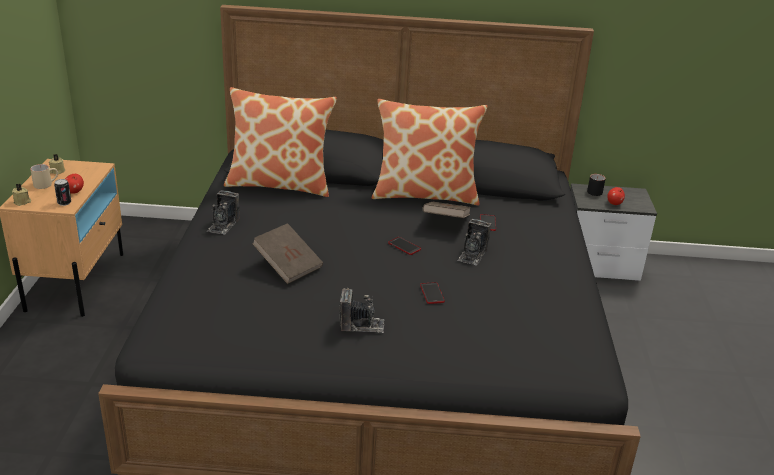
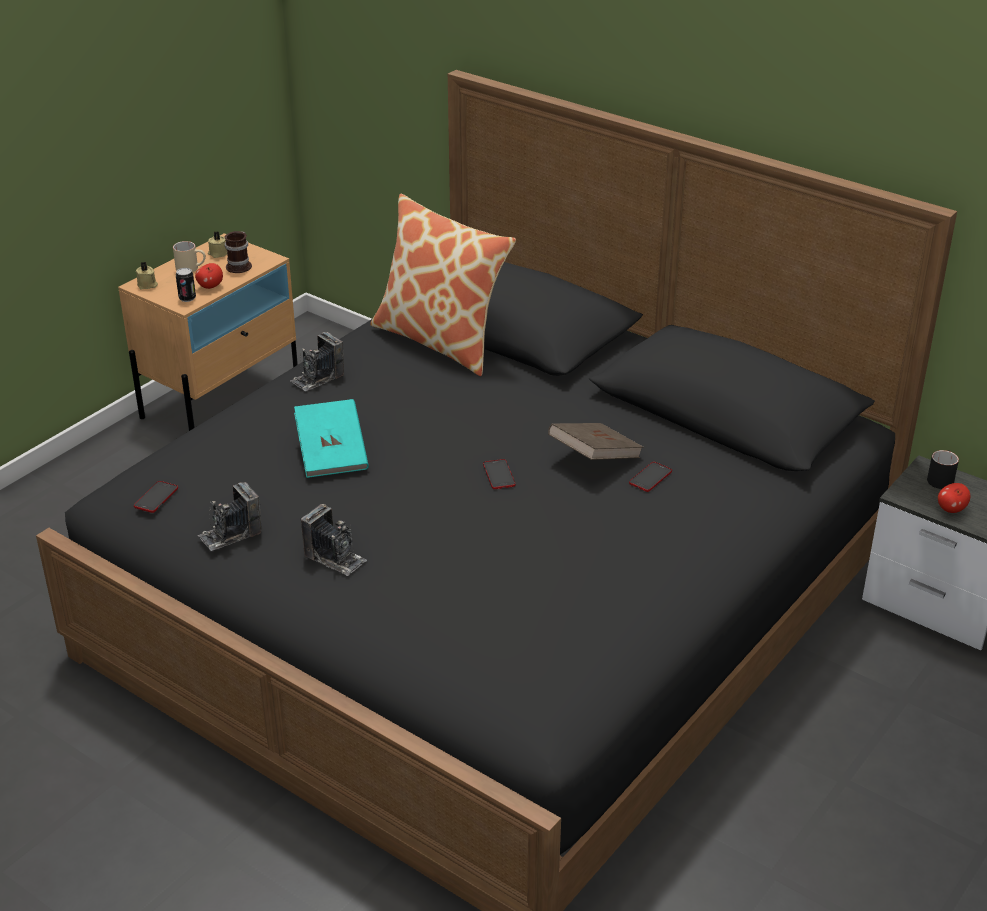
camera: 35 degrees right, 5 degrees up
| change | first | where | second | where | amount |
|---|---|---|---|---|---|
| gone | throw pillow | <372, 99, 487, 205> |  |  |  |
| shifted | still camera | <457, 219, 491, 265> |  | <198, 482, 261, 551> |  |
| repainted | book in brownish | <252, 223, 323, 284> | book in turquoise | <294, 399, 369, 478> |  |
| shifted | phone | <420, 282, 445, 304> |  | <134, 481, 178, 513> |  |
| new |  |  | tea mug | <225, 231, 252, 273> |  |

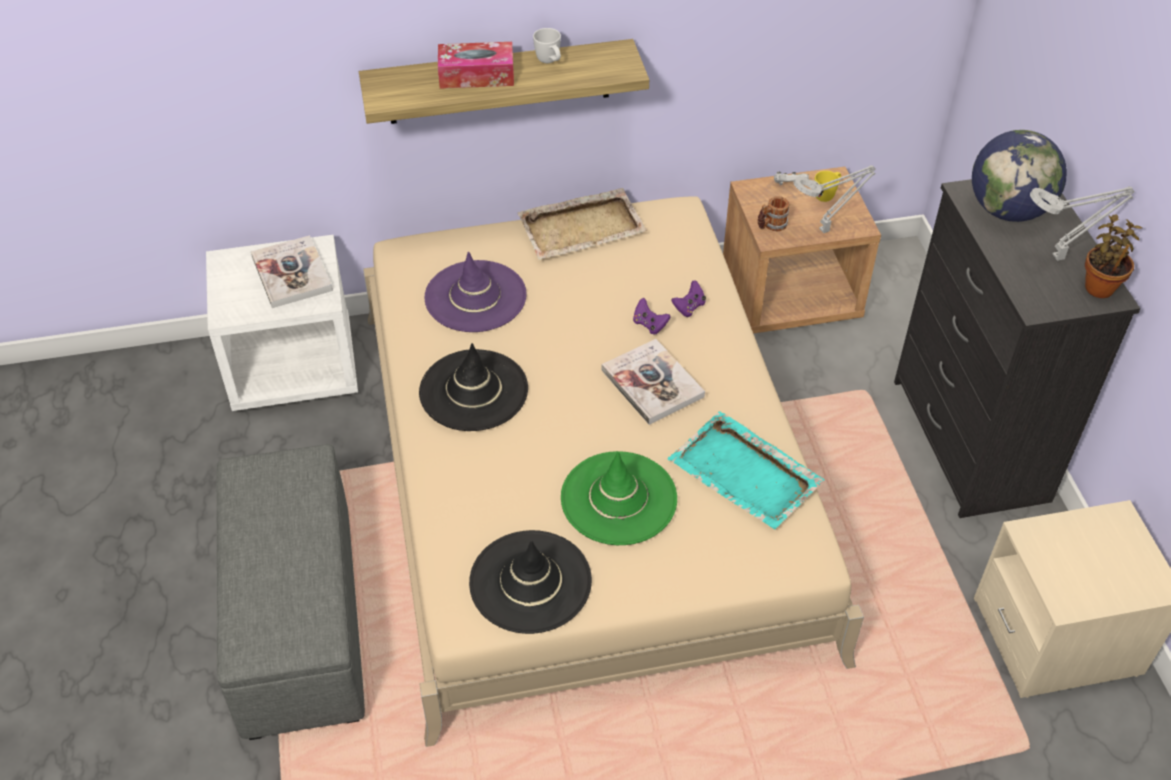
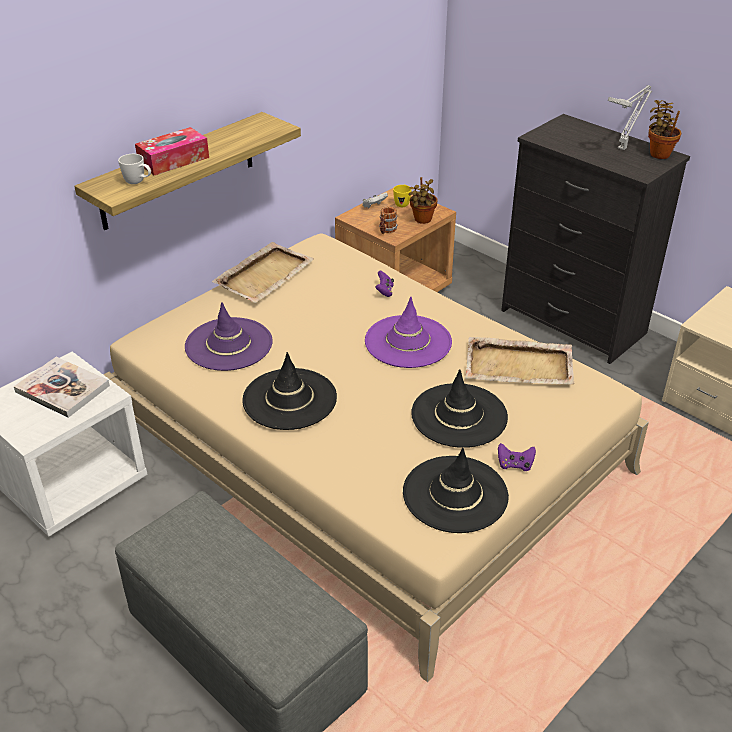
camera: 35 degrees left, 10 degrees down
| change | first | where | second | where | amount |
|---|---|---|---|---|---|
| shifted | tea mug in white | <533, 28, 561, 63> |  | <118, 154, 151, 184> |  |
| gone | world globe | <972, 130, 1067, 222> |  |  |  |
| swapped | table lamp in grey | <794, 165, 876, 233> | plant in a pot | <409, 177, 437, 224> |  |
| shifted | gamepad in purple | <633, 298, 671, 335> |  | <498, 443, 536, 471> |  |
| swapped | book | <601, 339, 705, 425> | wearable hat in purple | <365, 297, 452, 368> |  |
| repainted | carrying tray in turquoise | <668, 411, 825, 529> | carrying tray in sand-coloured | <465, 337, 574, 385> |  |
| repainted | wearable hat in green | <561, 451, 677, 545> | wearable hat in black | <411, 369, 508, 448> |  |

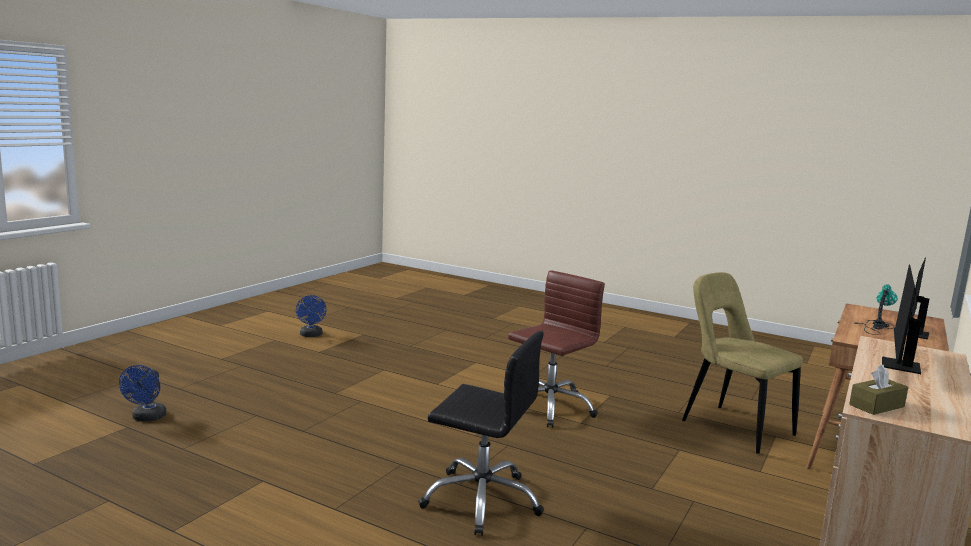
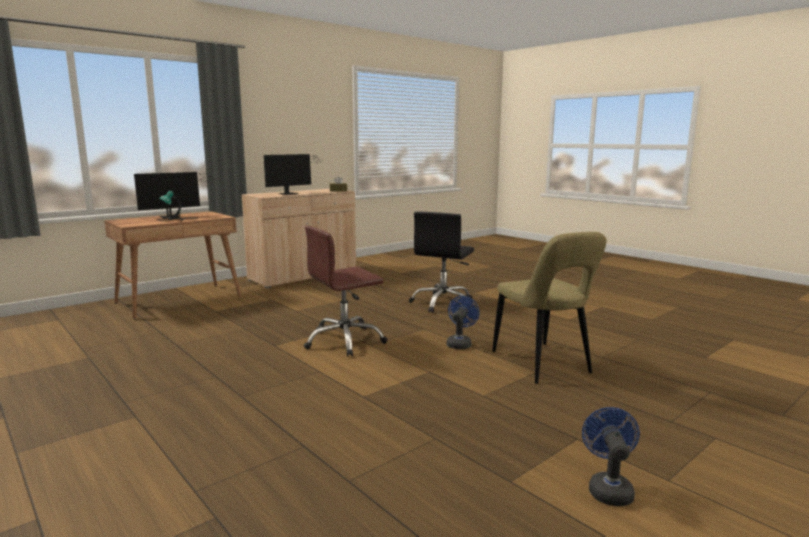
camera: 160 degrees left, 0 degrees up
| change | first | where | second | where | amount |
|---|---|---|---|---|---|
| shifted | upright chair in sand-coloured | <682, 272, 803, 454> |  | <492, 232, 607, 384> |  |
| rotated | computer chair in black | <418, 331, 544, 536> |  | <409, 212, 474, 313> | 105 degrees counterclockwise |
| shifted | cooling fan in blue-coloured | <119, 365, 166, 421> |  | <446, 296, 479, 349> |  |

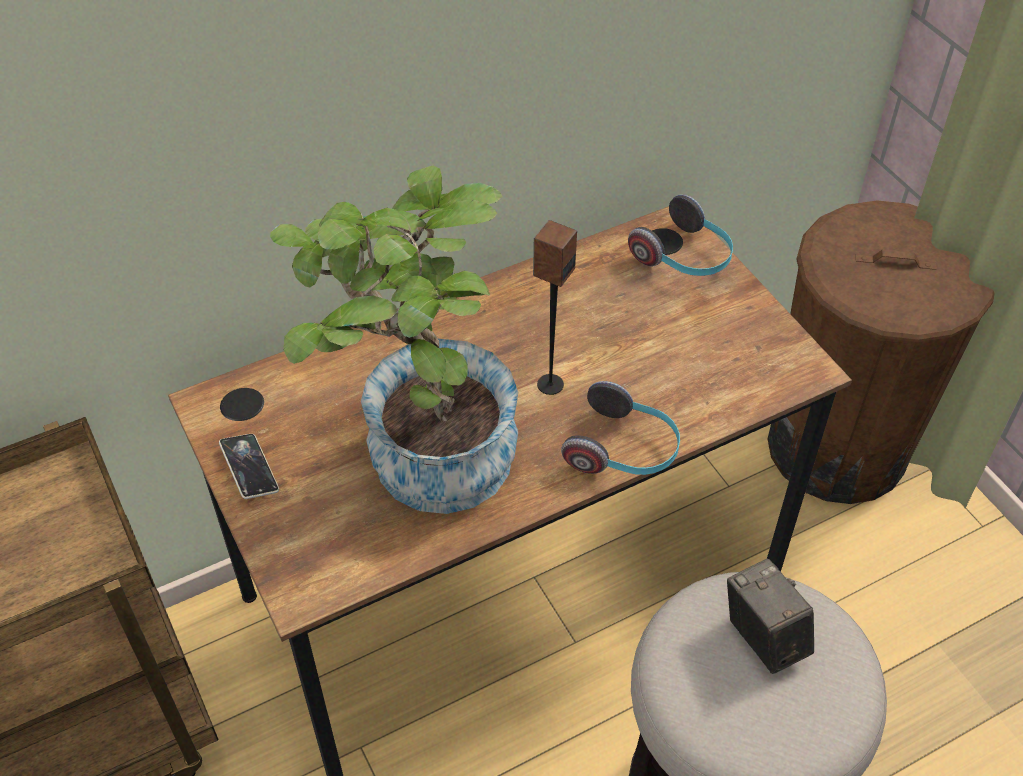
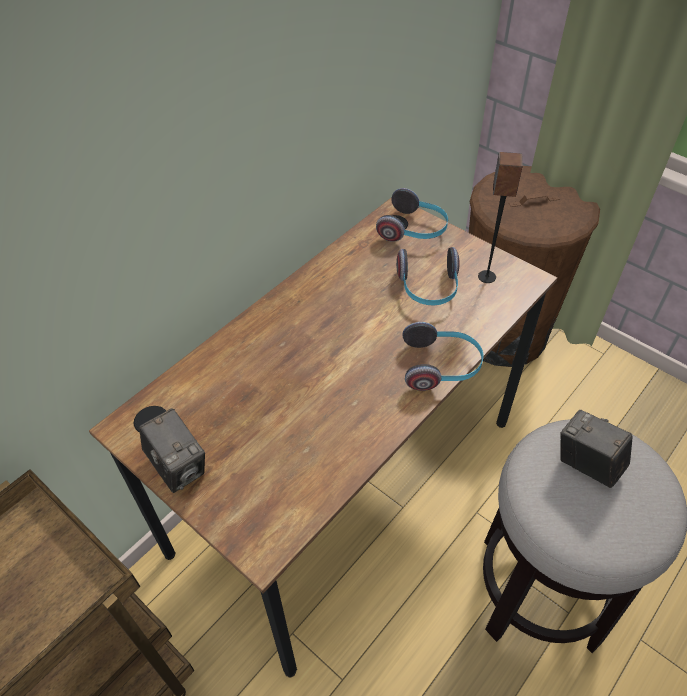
camera: 20 degrees left, 0 degrees up
| change | first | where | second | where | amount |
|---|---|---|---|---|---|
| gone | plant in a pot | <270, 165, 518, 514> |  |  |  |
| shifted | audio speaker | <533, 220, 577, 395> |  | <478, 152, 523, 283> |  |
| swapped | phone | <219, 434, 279, 499> | still camera | <139, 408, 205, 493> |  |
| new |  |  | headset | <396, 247, 460, 305> |  |

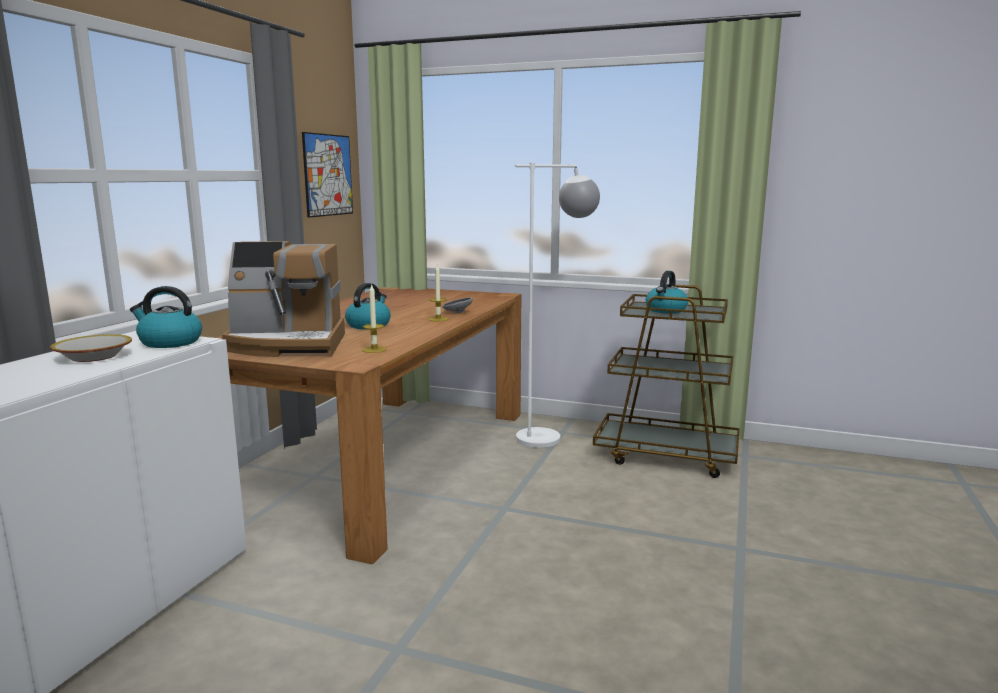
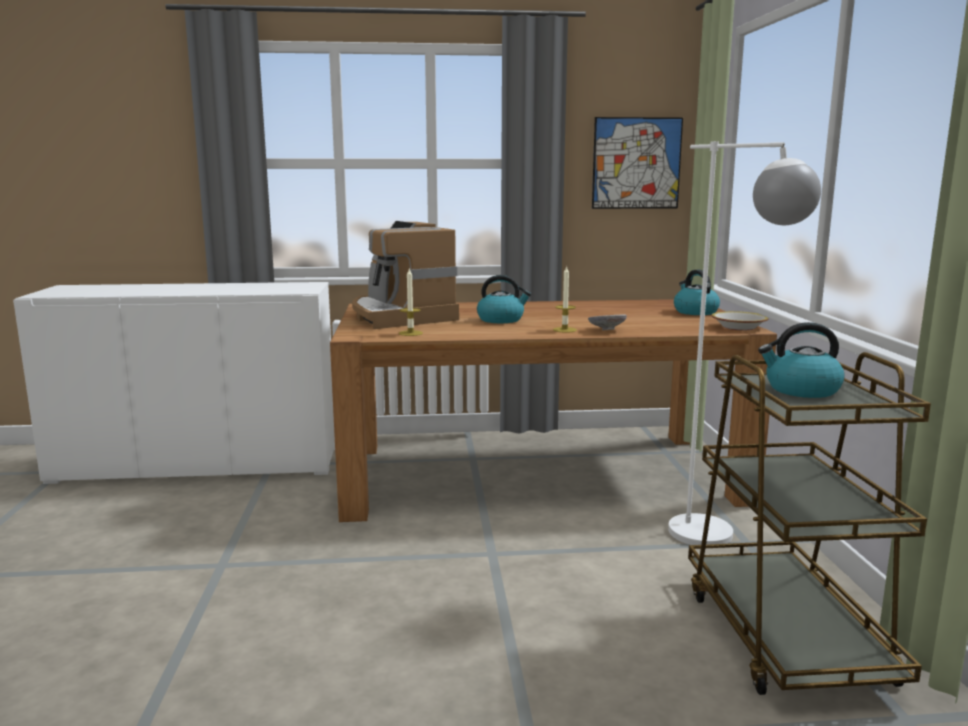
camera: 65 degrees right, 0 degrees up
| change | first | where | second | where | amount |
|---|---|---|---|---|---|
| shifted | water kettle | <130, 286, 202, 348> |  | <674, 270, 720, 315> |  |
| shifted | bowl | <50, 334, 132, 362> |  | <712, 311, 769, 330> |  |

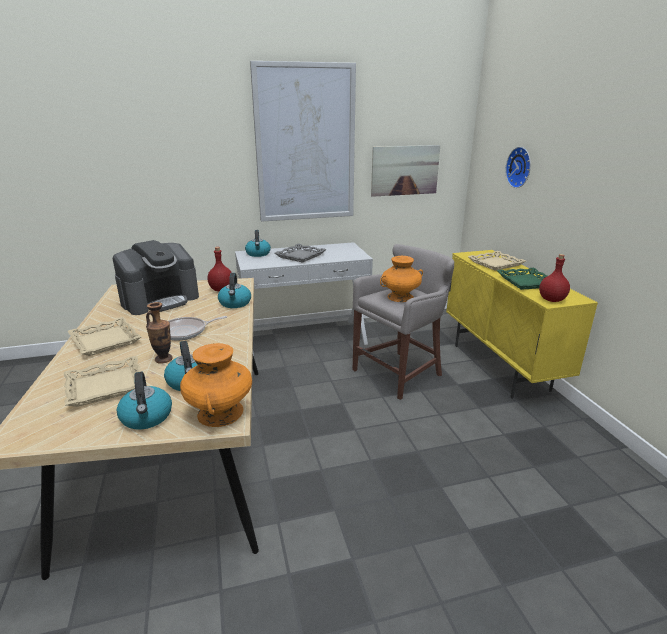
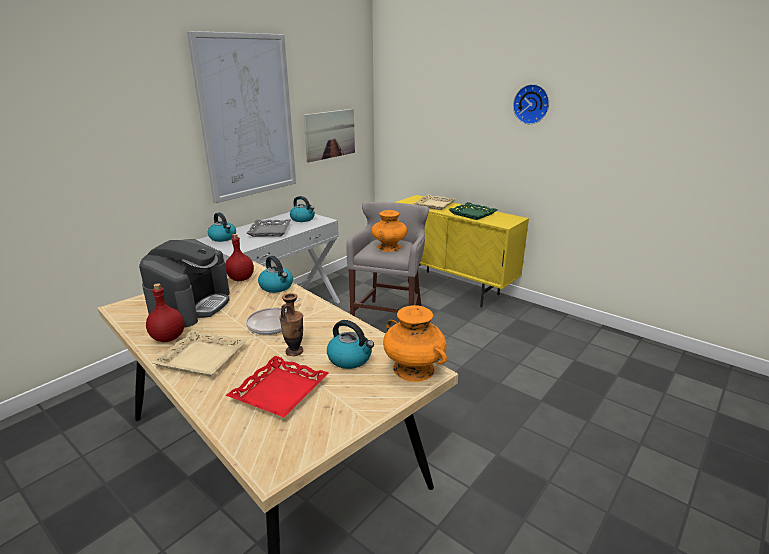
camera: 35 degrees left, 0 degrees up
| change | first | where | second | where | amount |
|---|---|---|---|---|---|
| shifted | clock on the wall | <505, 147, 531, 188> |  | <513, 84, 549, 124> |  |
| shifted | drink bottle in reddish | <539, 254, 570, 302> |  | <146, 283, 185, 342> |  |
| repainted | carrying tray in sand-coloured | <64, 356, 141, 407> | carrying tray in reddish | <225, 356, 329, 417> |  |
| shifted | water kettle | <117, 372, 172, 429> |  | <290, 196, 315, 222> |  |

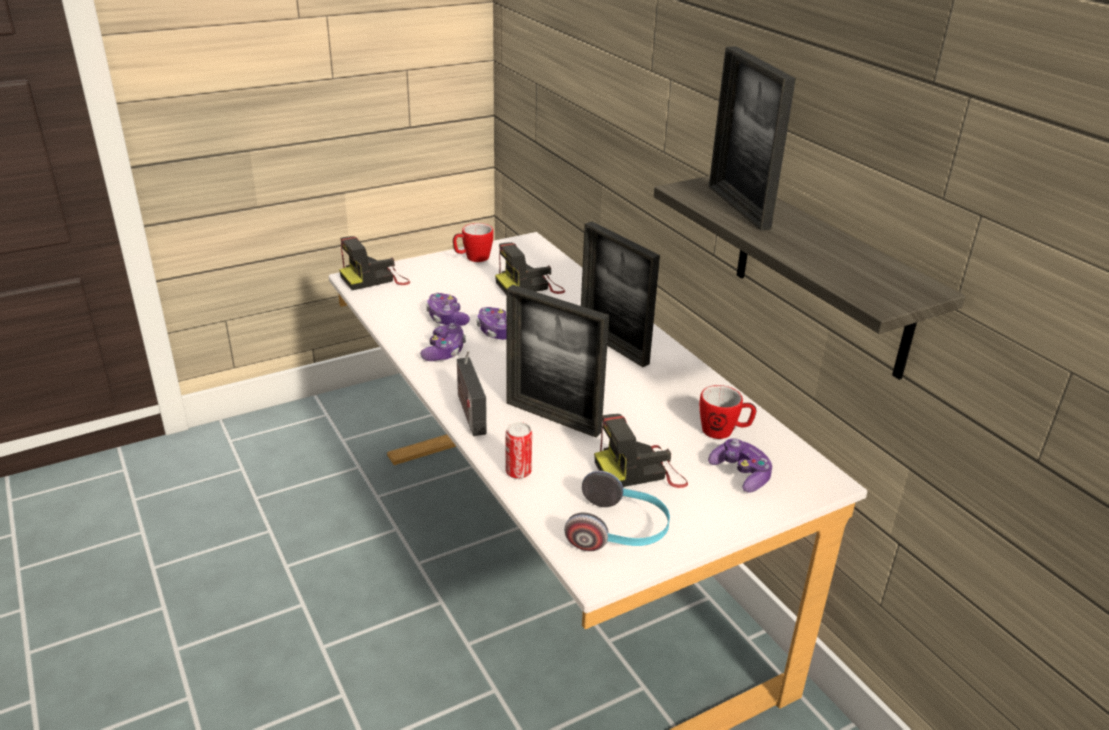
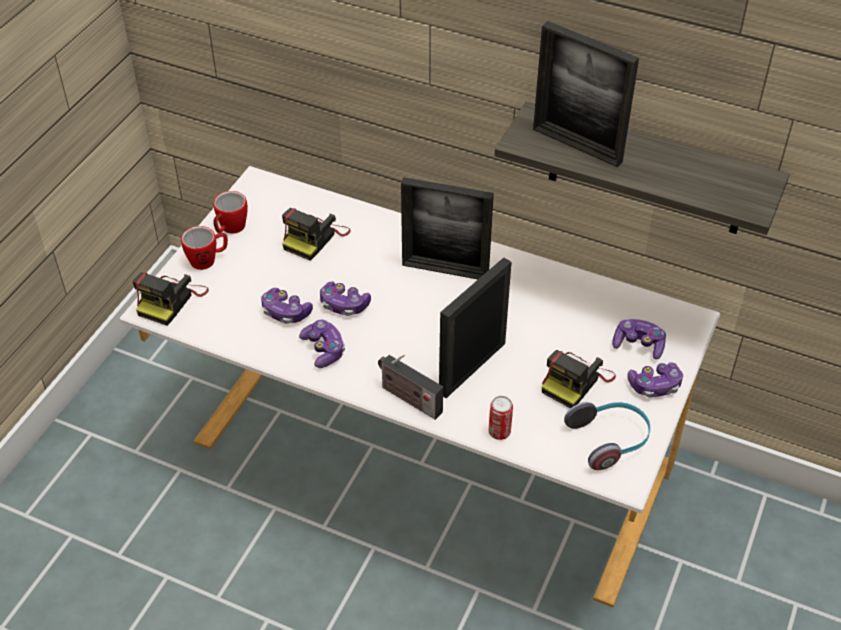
camera: 35 degrees left, 15 degrees up
| change | first | where | second | where | amount |
|---|---|---|---|---|---|
| rotated | photo frame | <506, 285, 609, 438> |  | <439, 257, 512, 398> | 135 degrees clockwise |
| shifted | tea mug | <699, 385, 757, 439> |  | <181, 226, 228, 270> |  |
| new |  |  | gamepad | <627, 362, 683, 398> |  |

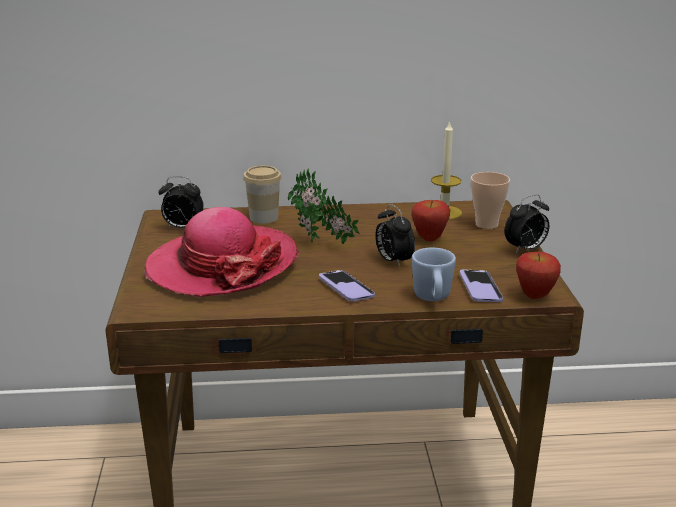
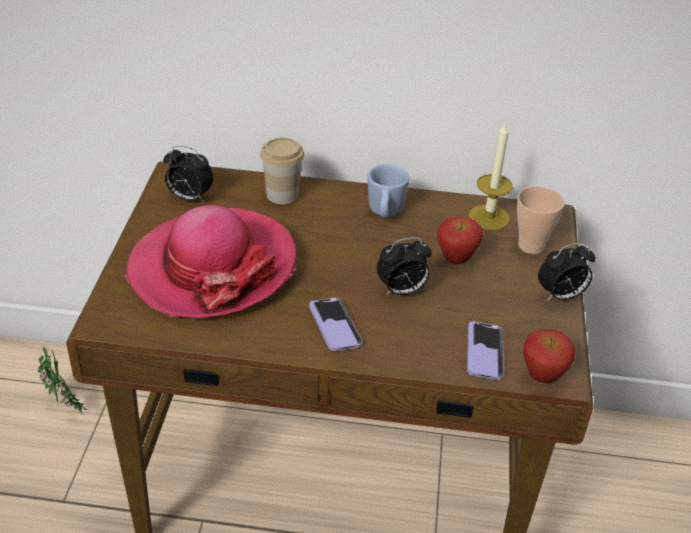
camera: 10 degrees right, 15 degrees up
| change | first | where | second | where | amount |
|---|---|---|---|---|---|
| shifted | plant in a pot | <288, 168, 360, 244> |  | <38, 346, 88, 415> |  |
| rotated | alarm clock | <375, 204, 415, 267> |  | <377, 237, 432, 296> | 90 degrees counterclockwise |
| shifted | tea mug in blue-coloured | <412, 248, 456, 301> |  | <368, 164, 409, 217> |  |

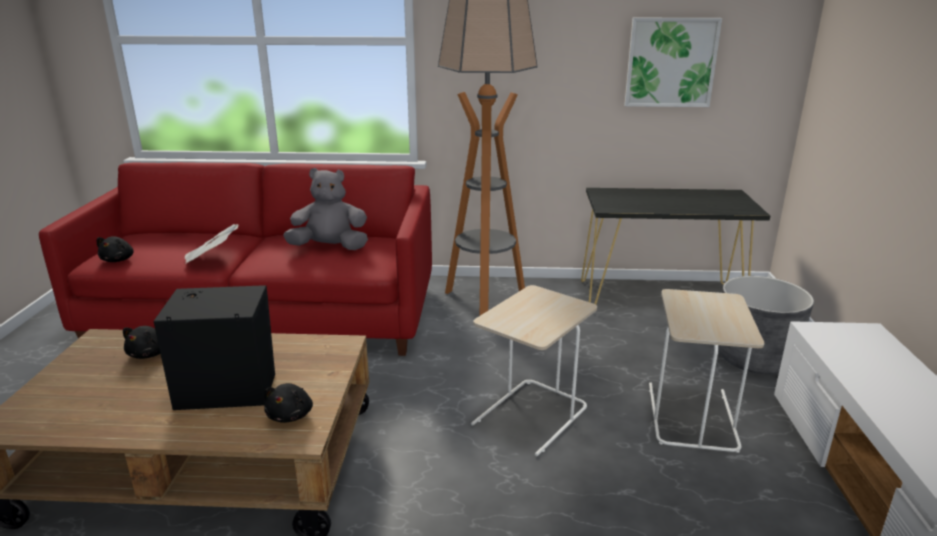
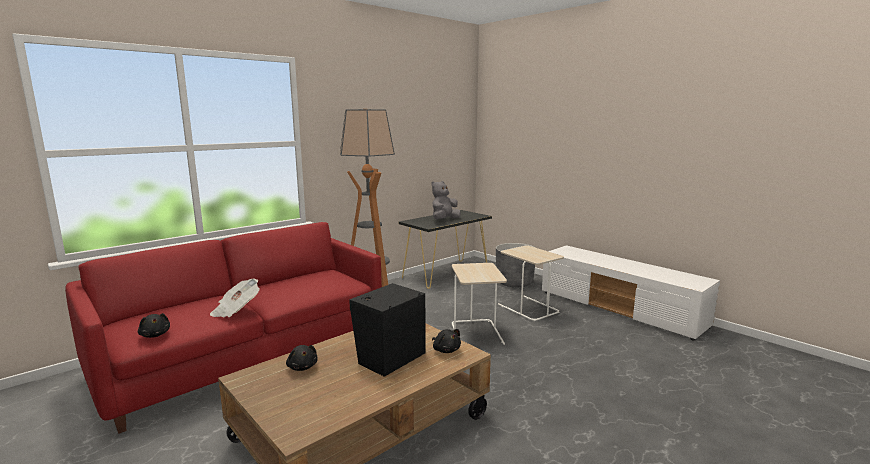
camera: 45 degrees left, 10 degrees down
| change | first | where | second | where | amount |
|---|---|---|---|---|---|
| gone | wall picture | <624, 18, 722, 107> |  |  |  |
| shifted | plush toy in grey | <283, 168, 368, 250> |  | <432, 181, 461, 219> |  |

